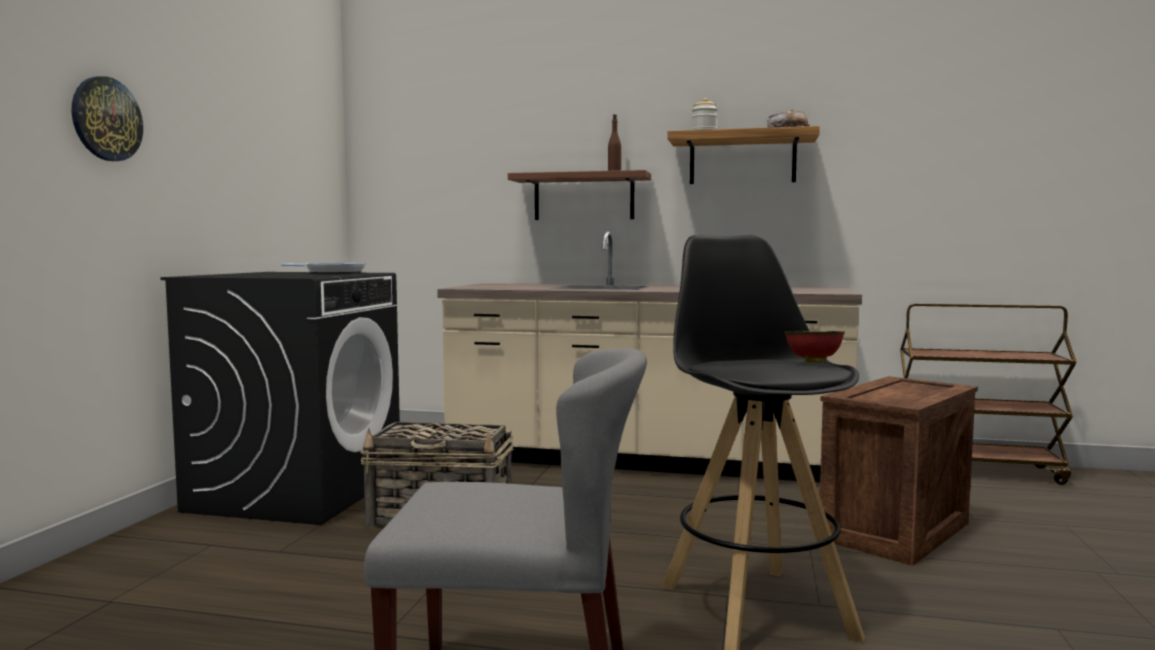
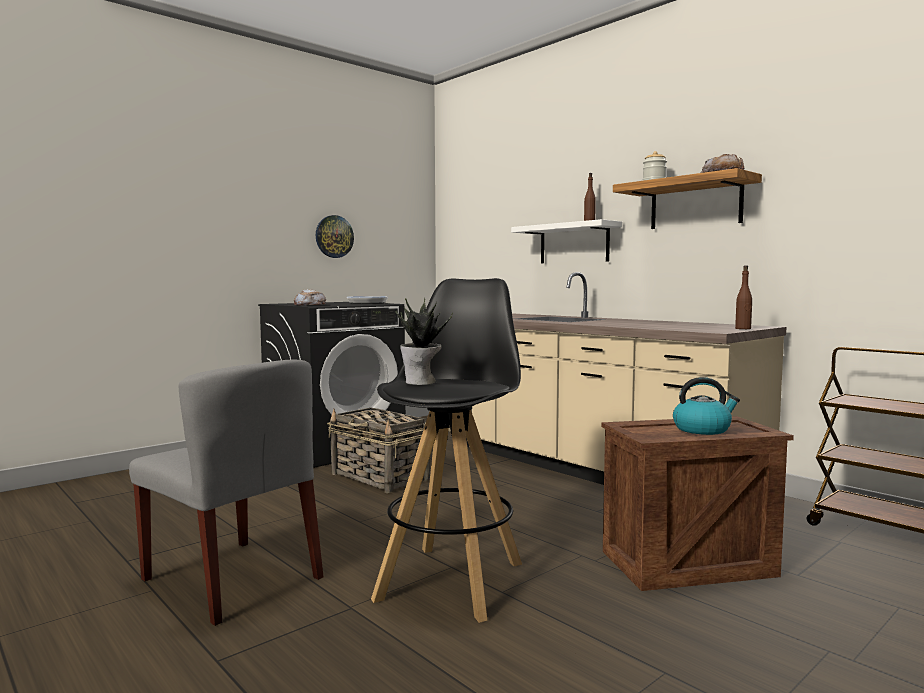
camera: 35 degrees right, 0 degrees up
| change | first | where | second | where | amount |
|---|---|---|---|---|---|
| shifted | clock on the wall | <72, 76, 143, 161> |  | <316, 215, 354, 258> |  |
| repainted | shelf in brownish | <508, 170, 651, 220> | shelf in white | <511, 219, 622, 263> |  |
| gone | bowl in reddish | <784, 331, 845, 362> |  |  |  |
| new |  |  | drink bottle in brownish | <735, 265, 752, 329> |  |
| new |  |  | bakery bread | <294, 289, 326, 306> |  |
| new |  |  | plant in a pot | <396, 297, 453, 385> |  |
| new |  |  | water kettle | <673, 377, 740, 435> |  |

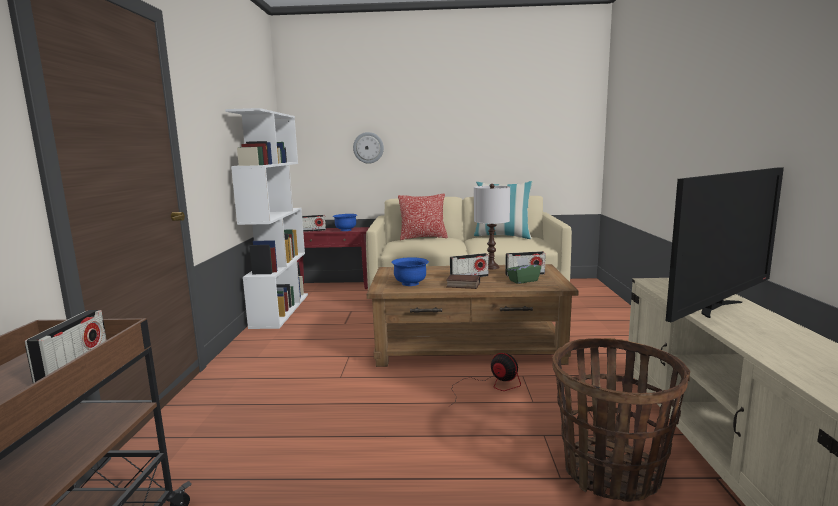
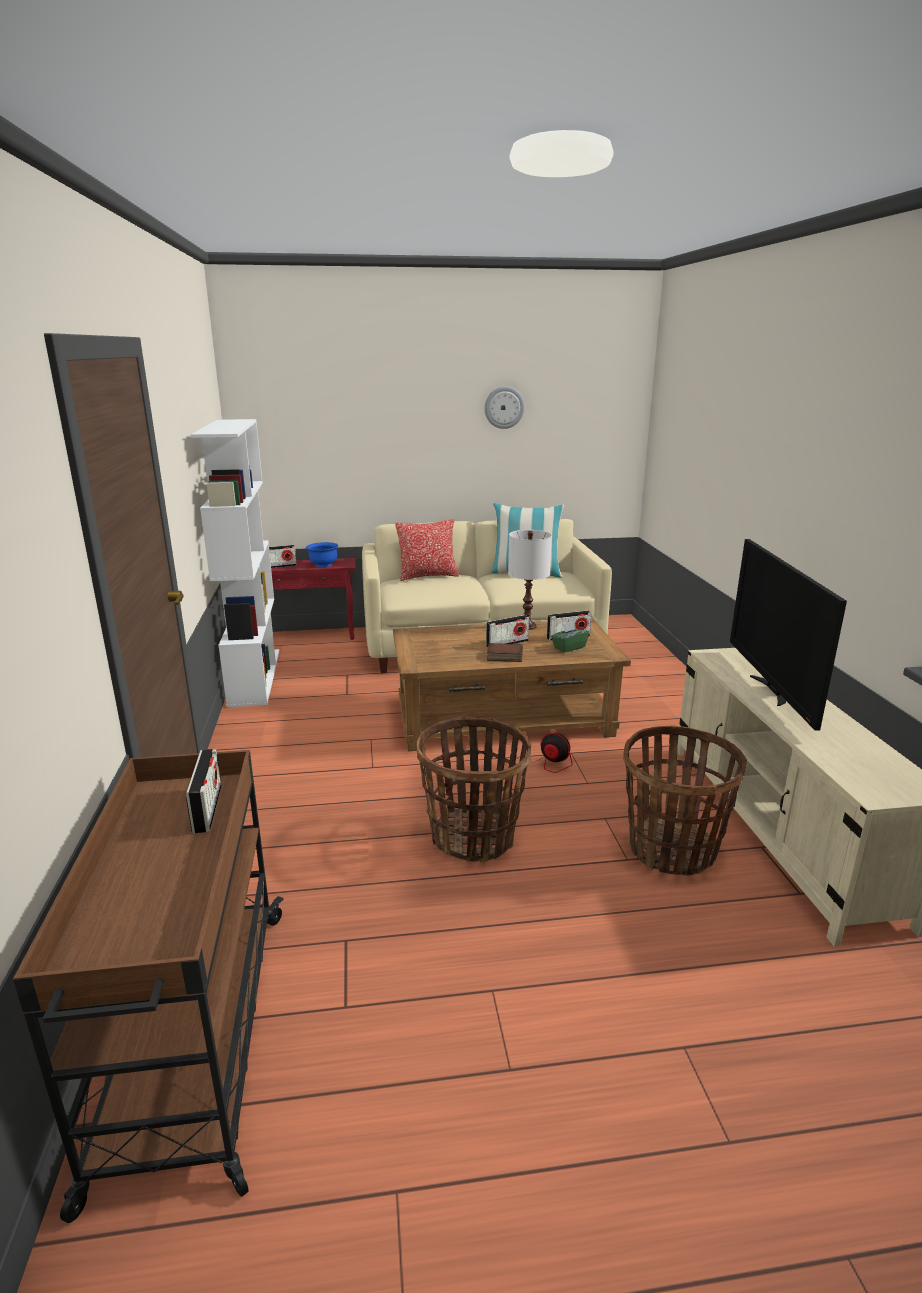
camera: 10 degrees left, 10 degrees up
| change | first | where | second | where | amount |
|---|---|---|---|---|---|
| shifted | clock on the wall | <353, 132, 384, 164> |  | <484, 386, 524, 429> |  |
| rotated | TV | <666, 167, 784, 322> |  | <730, 539, 847, 730> | 135 degrees clockwise |
| gone | bowl in blue-coloured | <391, 257, 429, 286> |  |  |  |
| new |  |  | household basket | <417, 717, 531, 862> |  |

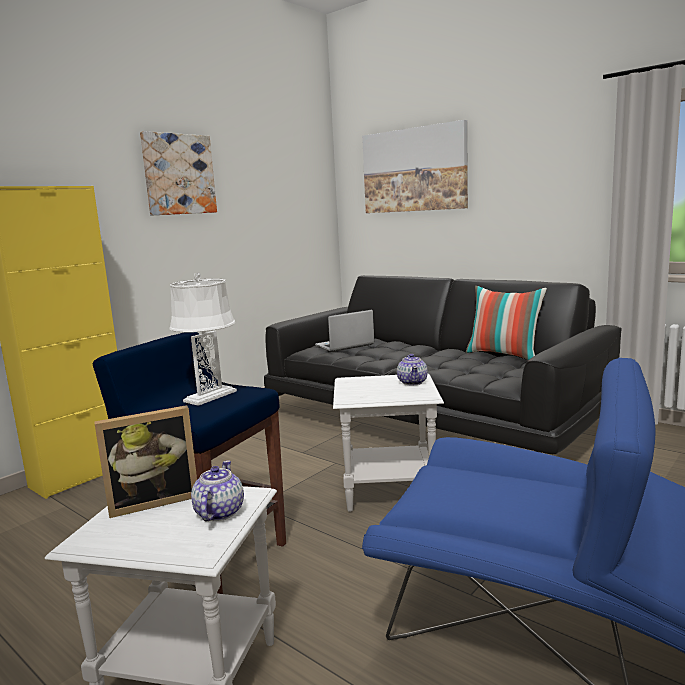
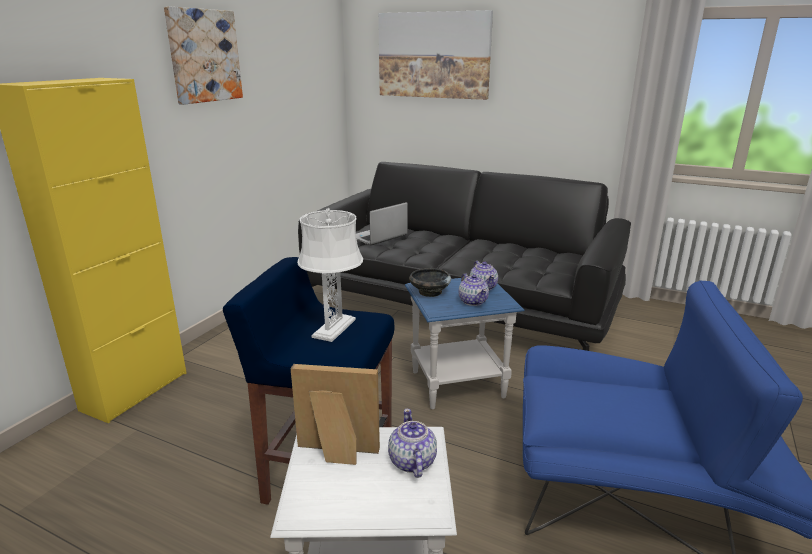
camera: 15 degrees left, 10 degrees up
| change | first | where | second | where | amount |
|---|---|---|---|---|---|
| gone | throw pillow | <466, 286, 547, 360> |  |  |  |
| repainted | side table in white | <333, 373, 444, 512> | side table in blue-coloured | <405, 278, 524, 409> |  |
| rotated | photo frame | <94, 405, 197, 518> |  | <291, 364, 380, 465> | 135 degrees counterclockwise |
| new |  |  | bowl in black | <409, 268, 451, 297> |  |
| new |  |  | tea pot | <459, 273, 489, 306> |  |

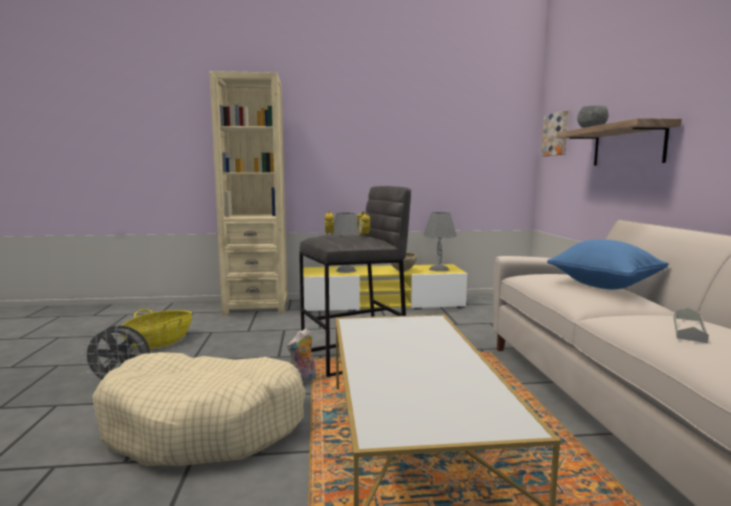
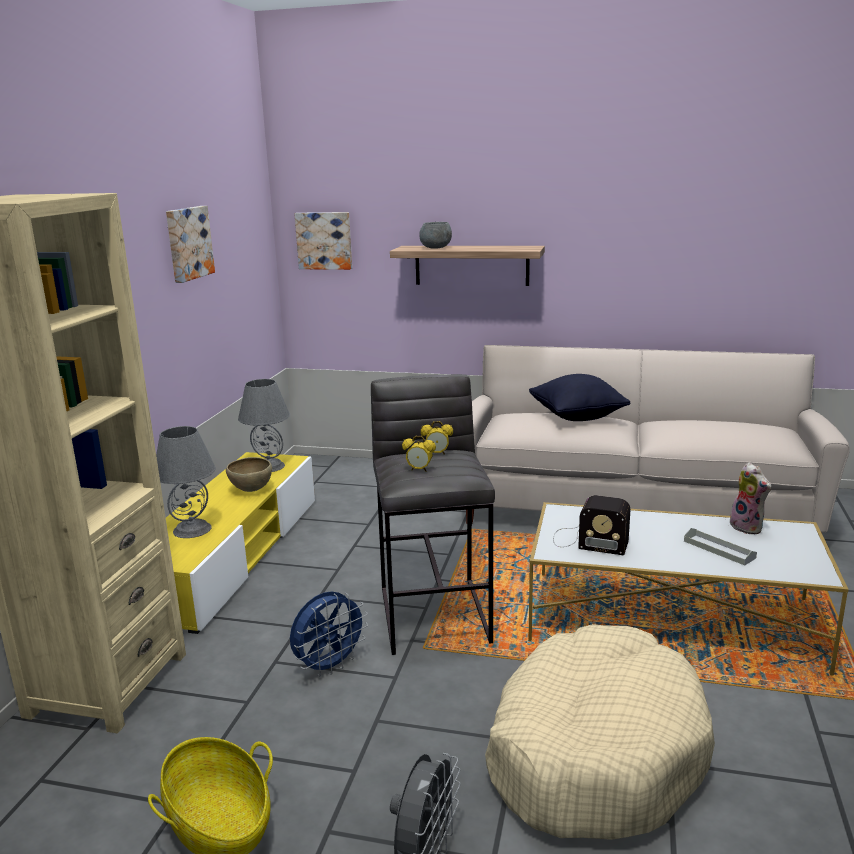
camera: 70 degrees left, 10 degrees up
| change | first | where | second | where | amount |
|---|---|---|---|---|---|
| repainted | throw pillow in blue-coloured | <547, 239, 669, 289> | throw pillow in black | <529, 374, 630, 421> |  |
| shifted | carrying tray in grey | <674, 308, 709, 343> |  | <684, 528, 757, 566> |  |
| shifted | plush toy | <287, 328, 316, 385> |  | <730, 462, 771, 534> |  |
| new |  |  | wall picture | <166, 206, 215, 283> |  |
| new |  |  | radio receiver | <553, 495, 630, 555> |  |
| new |  |  | cooling fan in blue-coloured | <290, 591, 368, 677> |  |

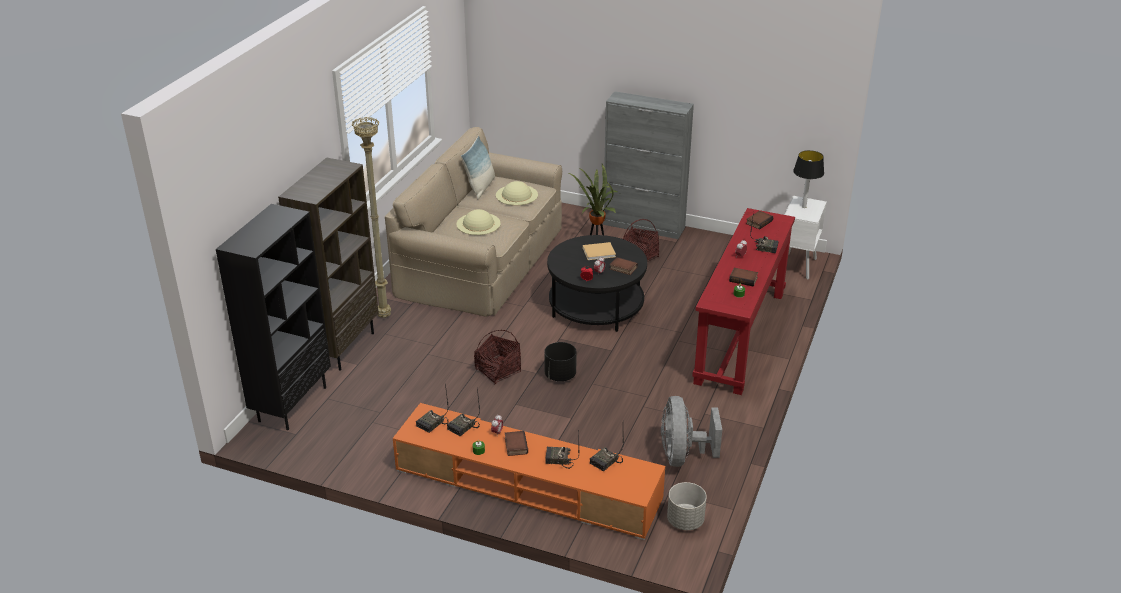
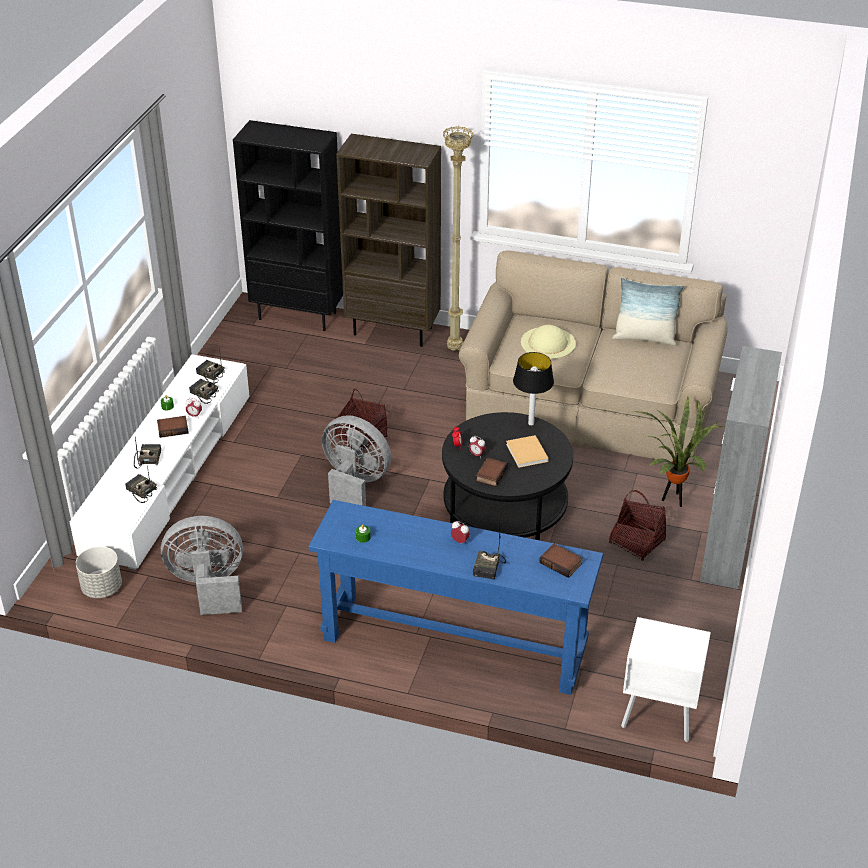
camera: 85 degrees right, 5 degrees up
| change | first | where | second | where | amount |
|---|---|---|---|---|---|
| shifted | table lamp | <793, 150, 824, 208> |  | <513, 352, 554, 426> |  |
| gone | wearable hat in sand-coloured | <496, 181, 538, 206> |  |  |  |
| repainted | hall table in reddish | <692, 208, 795, 395> | hall table in blue-coloured | <309, 500, 603, 695> |  |
| gone | book | <729, 268, 758, 287> |  |  |  |
| swapped | flower pot in black | <544, 342, 577, 381> | cooling fan in grey | <322, 415, 391, 506> |  |
| repainted | media console in orangey | <393, 403, 665, 540> | media console in white | <70, 354, 249, 570> |  |

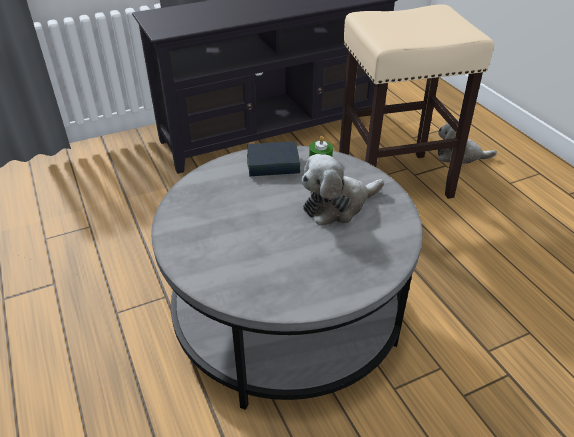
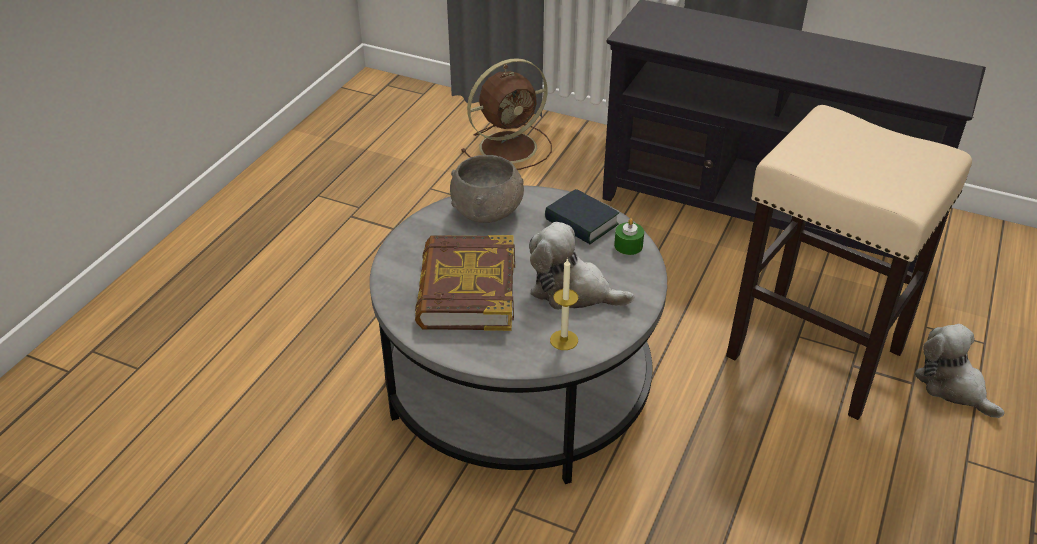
camera: 50 degrees right, 0 degrees up
| change | first | where | second | where | amount |
|---|---|---|---|---|---|
| new |  |  | cooling fan in brownish | <461, 58, 552, 170> |  |
| new |  |  | bowl in grey | <450, 155, 524, 223> |  |
| new |  |  | book | <415, 235, 515, 331> |  |
| new |  |  | wax candle | <550, 258, 578, 350> |  |

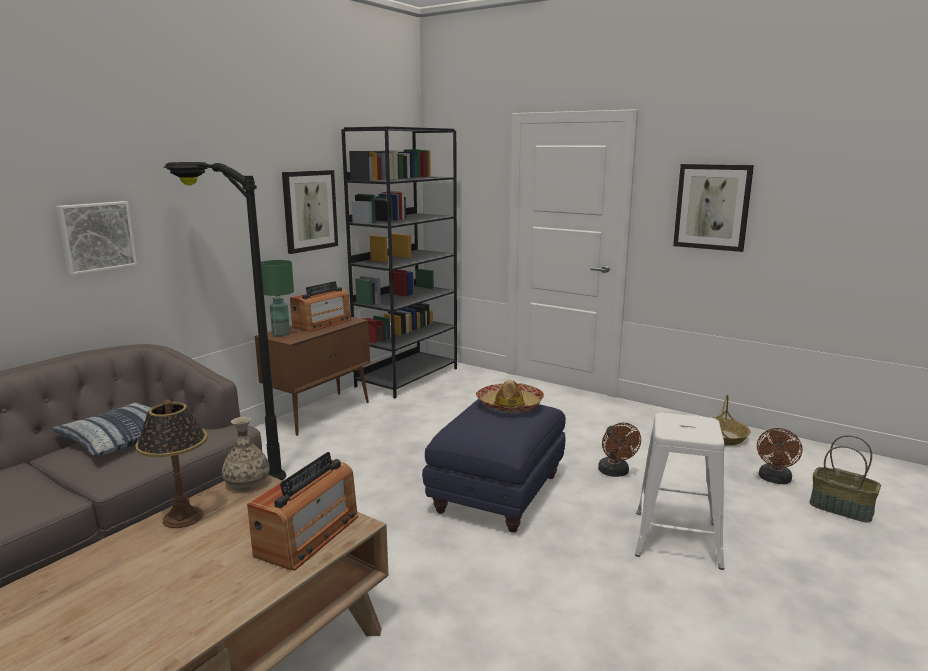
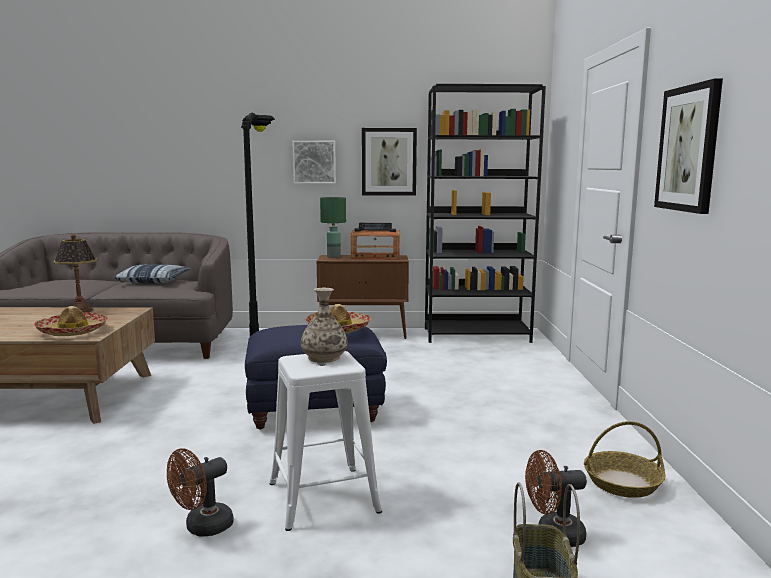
camera: 55 degrees right, 5 degrees down
| change | first | where | second | where | amount |
|---|---|---|---|---|---|
| shifted | wall picture | <56, 201, 137, 275> |  | <293, 141, 336, 184> |  |
| shifted | vase | <222, 417, 270, 492> |  | <301, 288, 347, 363> |  |
| shifted | cooling fan in brownish | <598, 423, 641, 477> |  | <167, 448, 234, 536> |  |
| swapped | radio receiver | <247, 452, 358, 571> | wearable hat | <34, 306, 108, 336> |  |

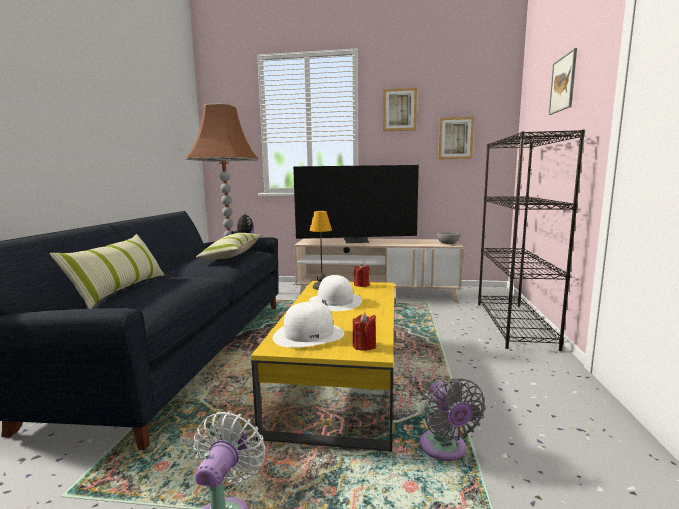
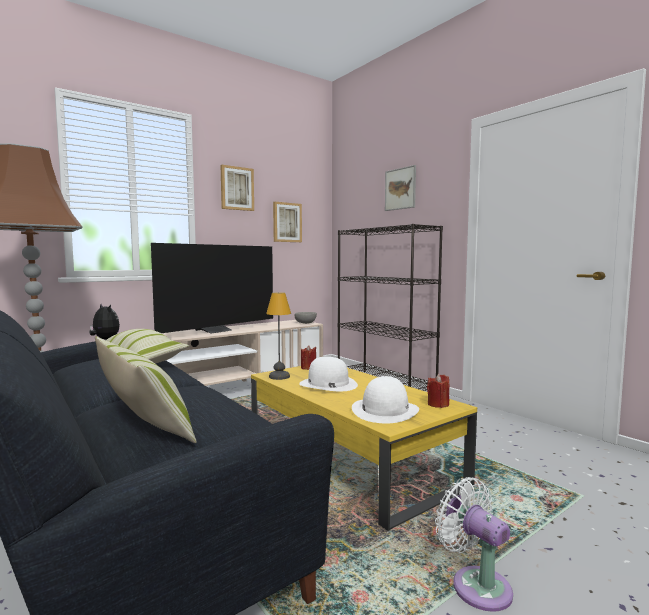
camera: 45 degrees left, 5 degrees down
| change | first | where | second | where | amount |
|---|---|---|---|---|---|
| gone | cooling fan in grey | <420, 378, 486, 461> |  |  |  |

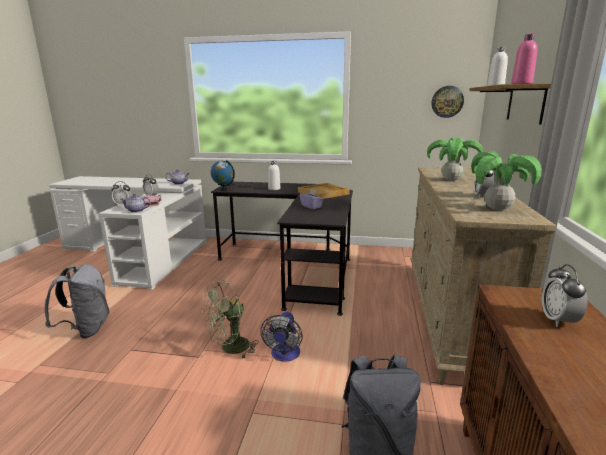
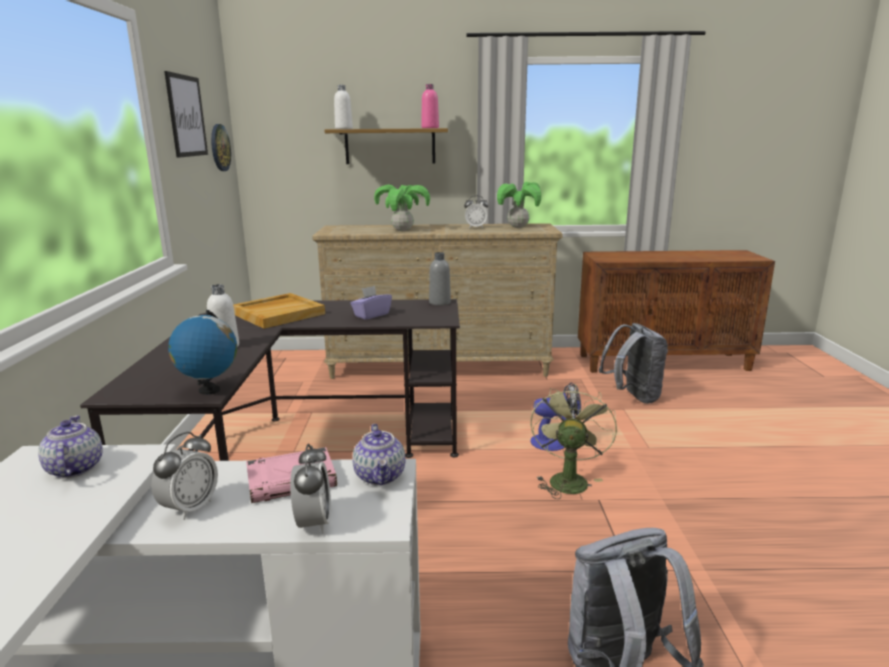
camera: 100 degrees left, 0 degrees up
| change | first | where | second | where | amount |
|---|---|---|---|---|---|
| gone | alarm clock | <542, 264, 588, 327> |  |  |  |
| rotated | cooling fan in green | <202, 280, 259, 359> |  | <530, 384, 617, 499> | 120 degrees counterclockwise |
| new |  |  | wall picture | <164, 71, 208, 158> |  |
| new |  |  | drink bottle in grey | <429, 252, 451, 306> |  |

